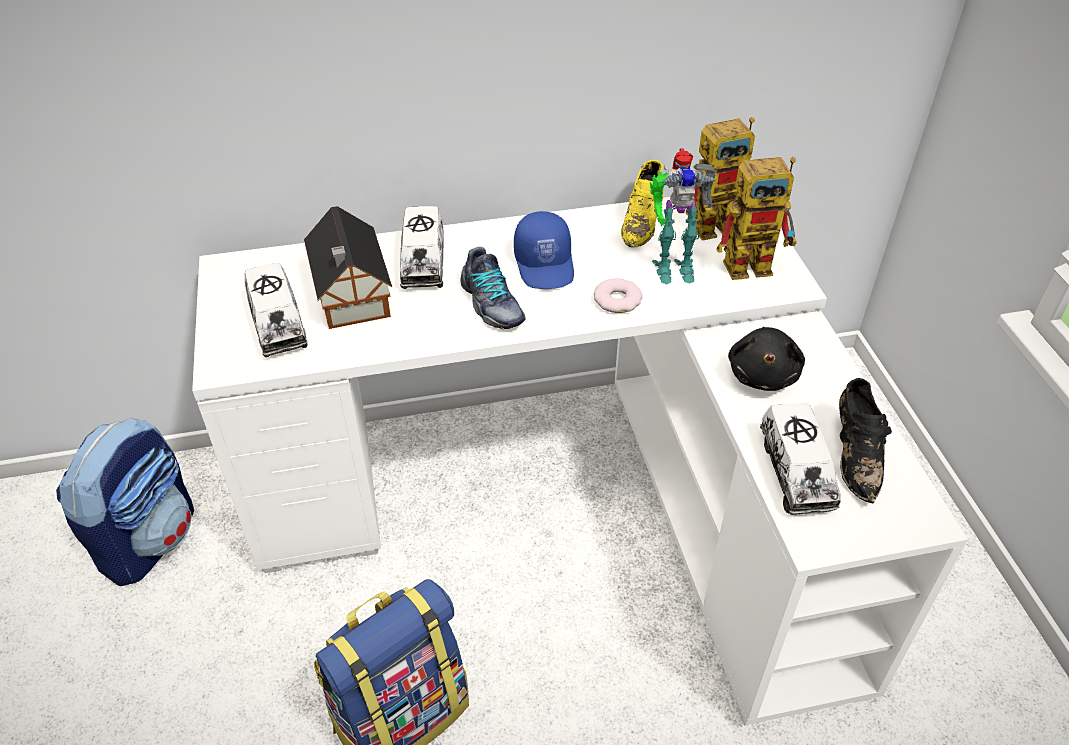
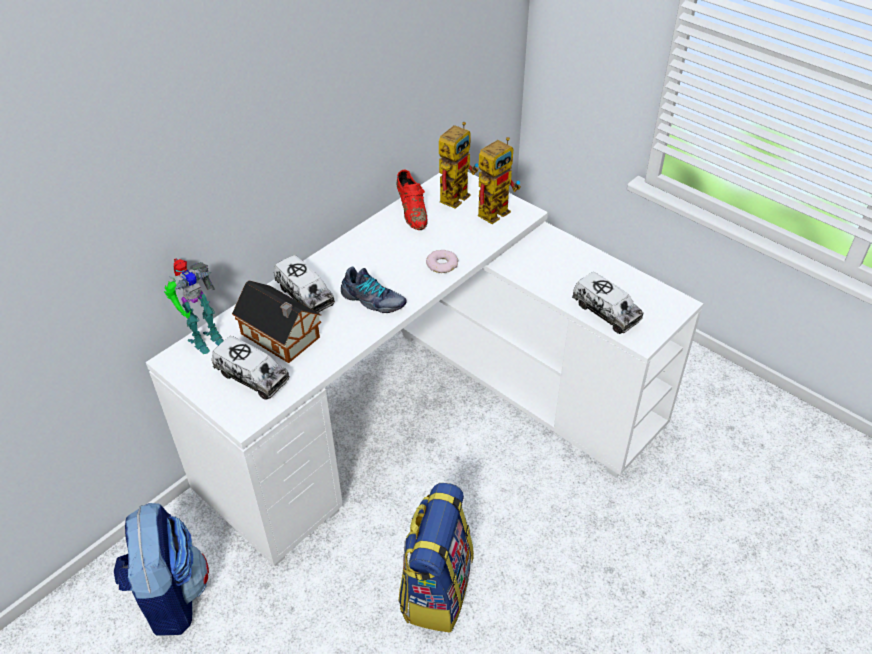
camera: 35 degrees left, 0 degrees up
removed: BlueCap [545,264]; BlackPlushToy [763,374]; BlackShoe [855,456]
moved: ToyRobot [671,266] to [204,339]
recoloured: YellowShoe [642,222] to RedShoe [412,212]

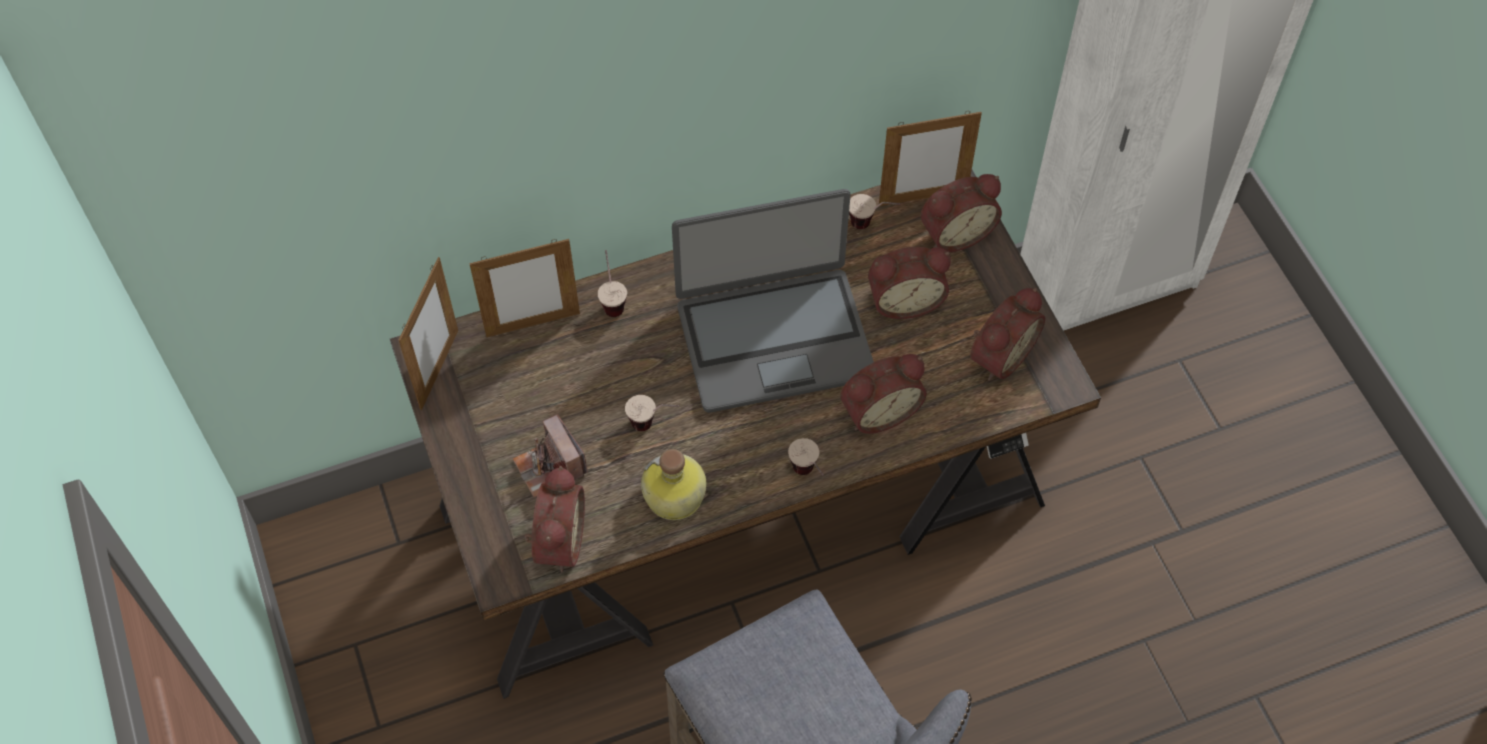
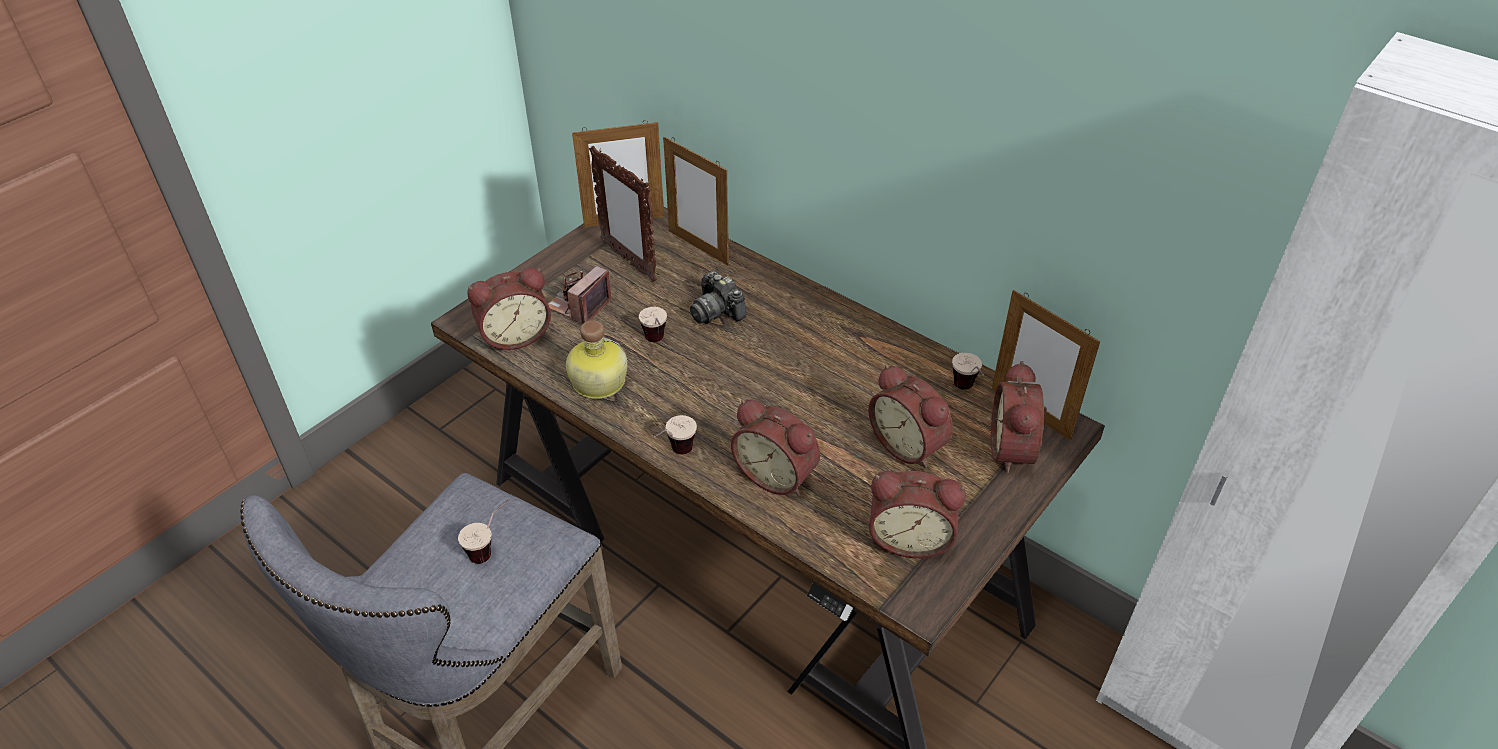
camera: 60 degrees right, 15 degrees down
removed: Laptop [774,338]
added: PictureFrame [628,261]; PhotoCamera [717,311]
moved: Cup [612,299] to [491,548]
turned: AlarmClock [955,232] = [1015,450] 60 degrees clockwise

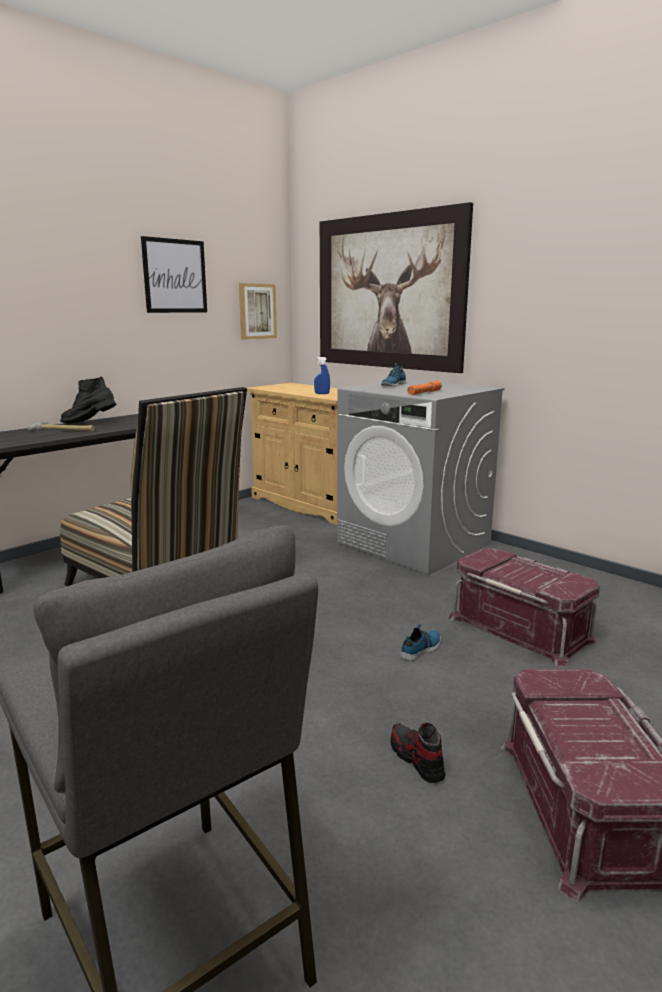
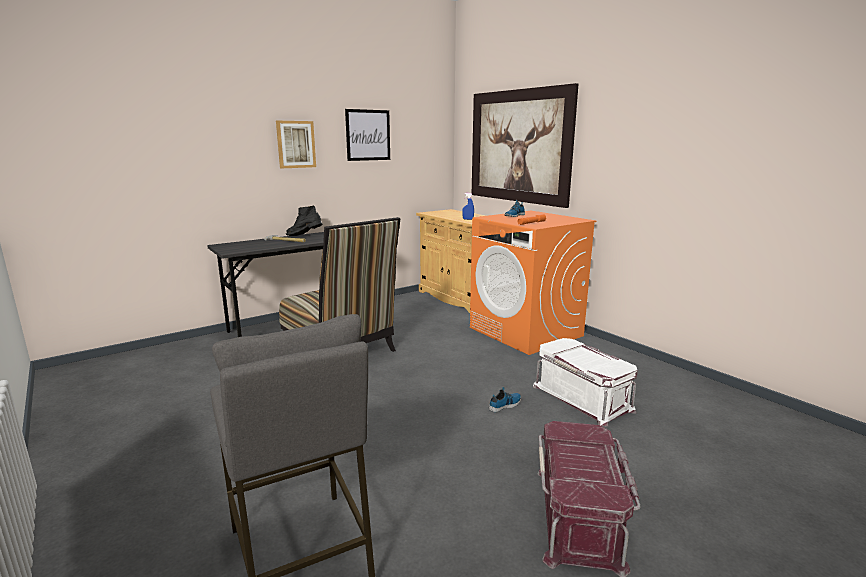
camera: 10 degrees right, 0 degrees up
removed: Shoe [416,759]
moved: Picture [257,311] to [296,144]
recoloured: GreyWashingMachine [414,544] to OrangeWashingMachine [526,332]; RedStorageBox [521,628] to WhiteStorageBox [583,397]

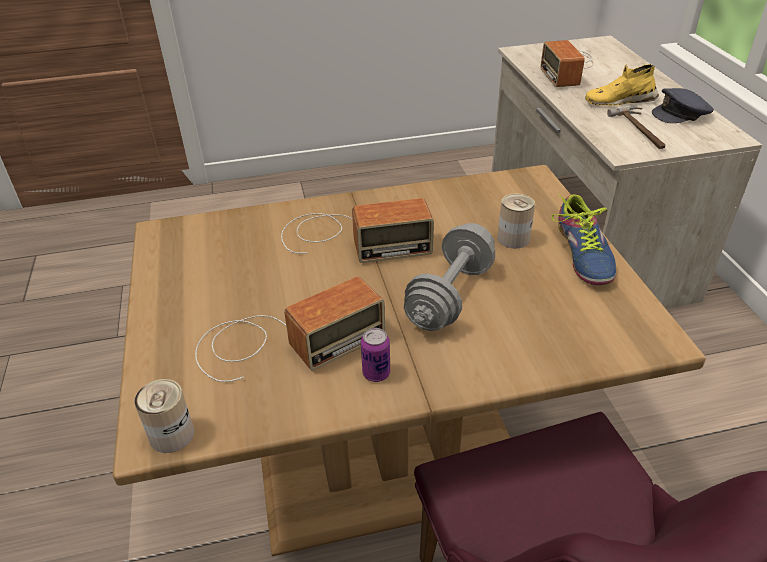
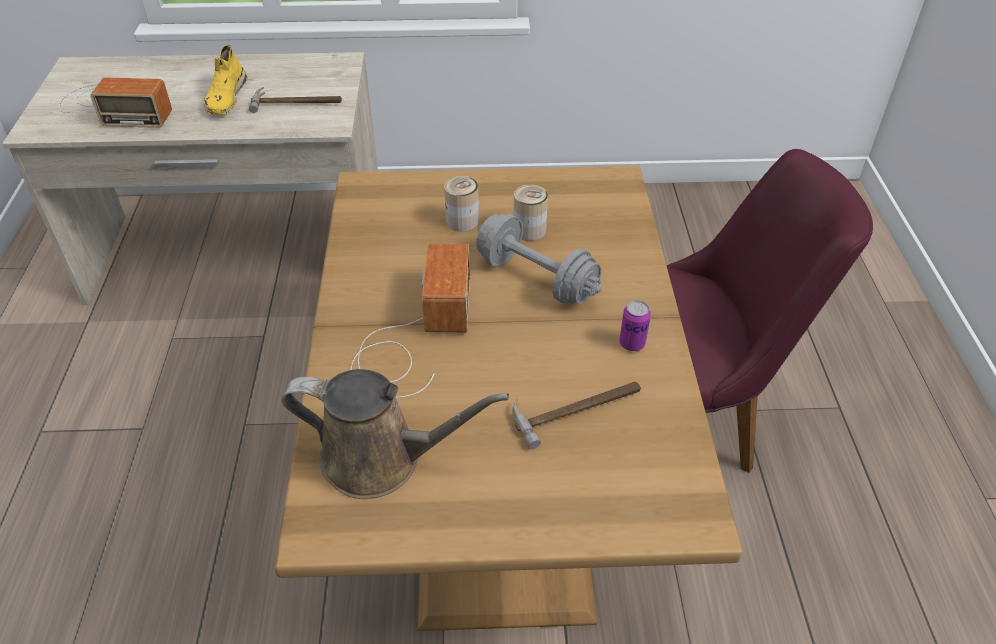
camera: 80 degrees left, 5 degrees up
removed: Shoe [584,253]; GreyCap [681,114]
added: BrownWateringCan [381,459]
moved: Can [171,434] to [529,230]
replaced: Radio [282,342] to Hammer [577,408]

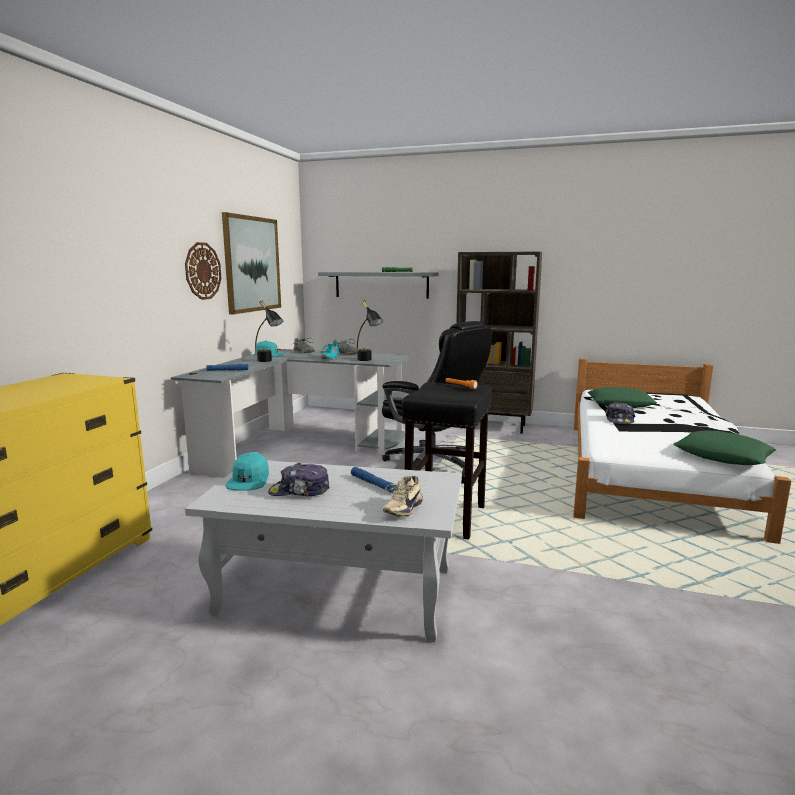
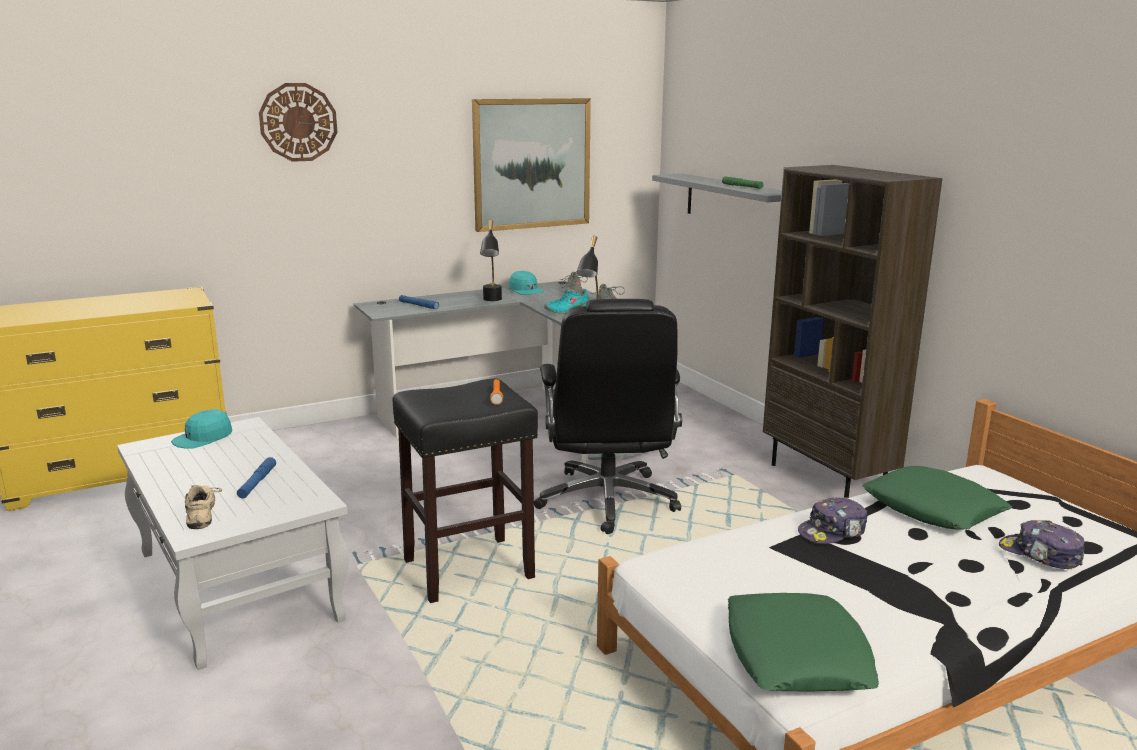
camera: 45 degrees right, 5 degrees up
moved: WallClock [202,271] to [298,122]; Cap [299,491] to [1040,555]
turned: BeigeShoe [401,509] = [204,515] 90 degrees clockwise

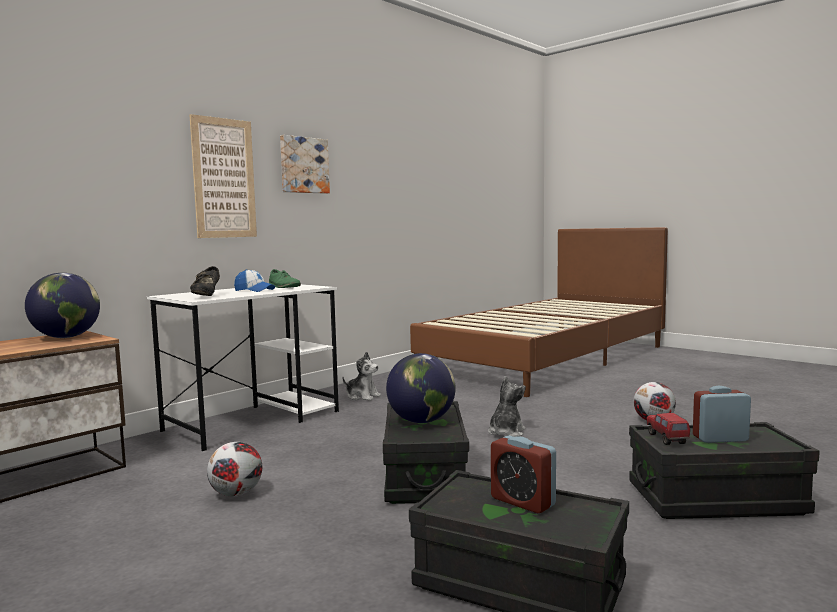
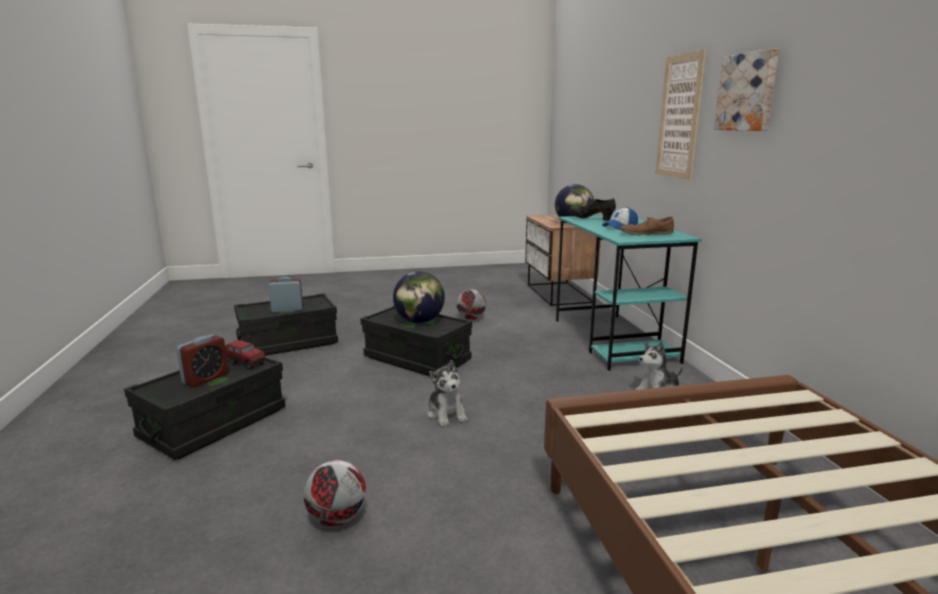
camera: 125 degrees right, 10 degrees up
recoloured: WhiteDesk [254,420] to TurquoiseDesk [614,340]; GreenShoe [284,287] to BrownShoe [646,234]

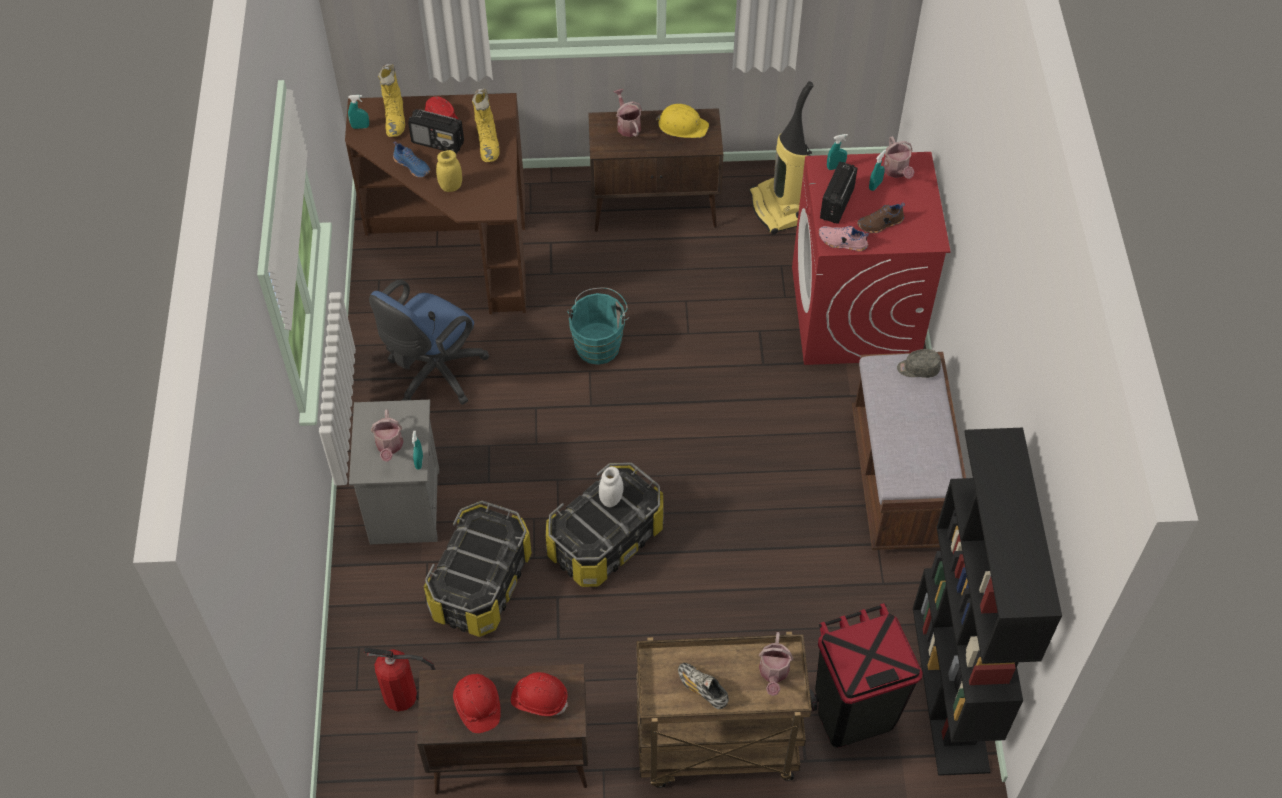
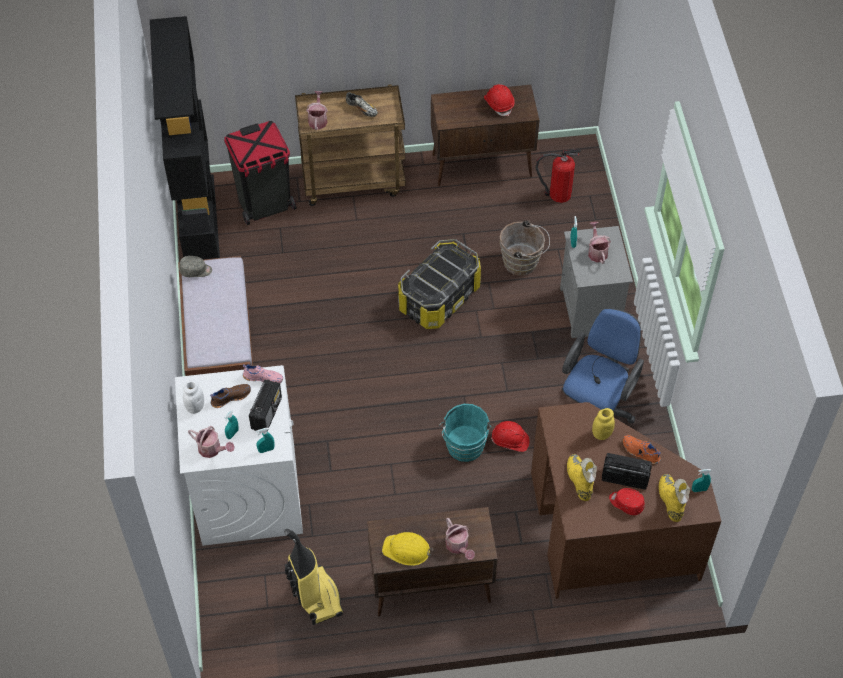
camera: 175 degrees right, 0 degrees up
moved: RedHardHat [539,699] to [510,441]; WhiteJar [611,499] to [195,407]; GreyCap [918,368] to [196,270]
replaced: StorageBox [480,583] to BrownBucket [523,263]
recoloured: BlueShoe [413,166] to OrangeShoe [640,452]; RedWashingMachine [855,314] to WhiteWashingMachine [248,492]
turned: WateringCan [897,171] = [212,449] 135 degrees clockwise

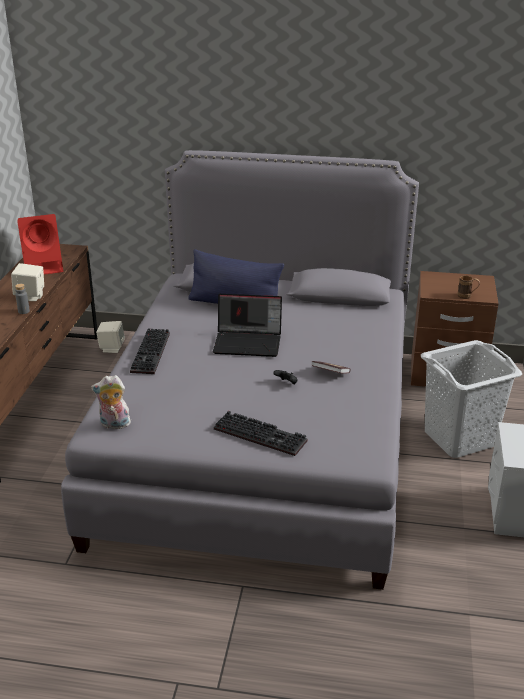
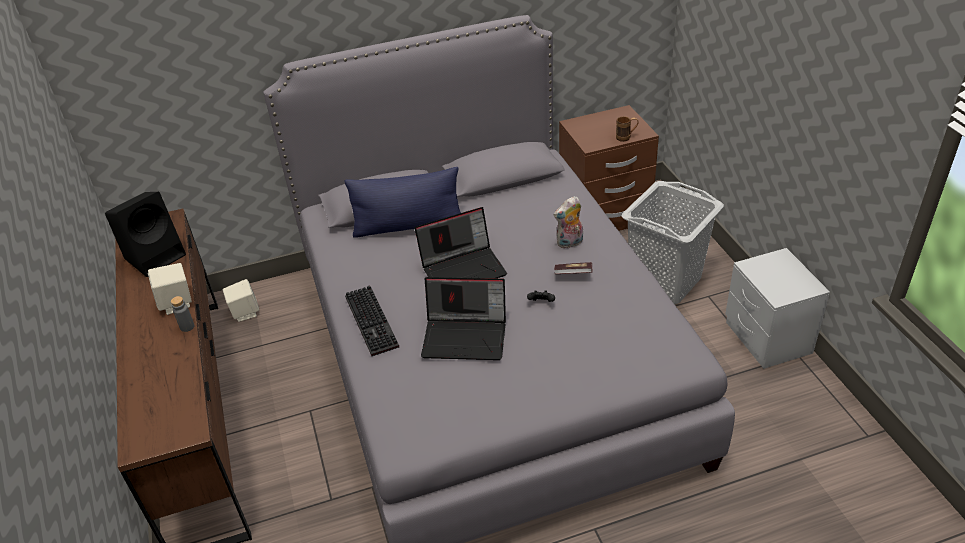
camera: 25 degrees left, 10 degrees up
removed: Keyboard [262,435]
added: Laptop [466,336]
moved: PlushToy [114,425] to [570,243]
recoloured: RedSpeaker [44,267] to BlackSpeaker [156,256]

